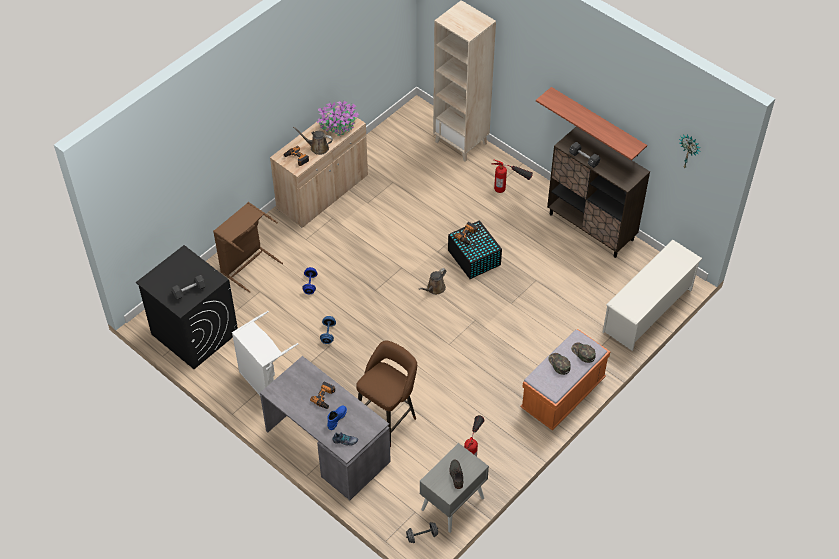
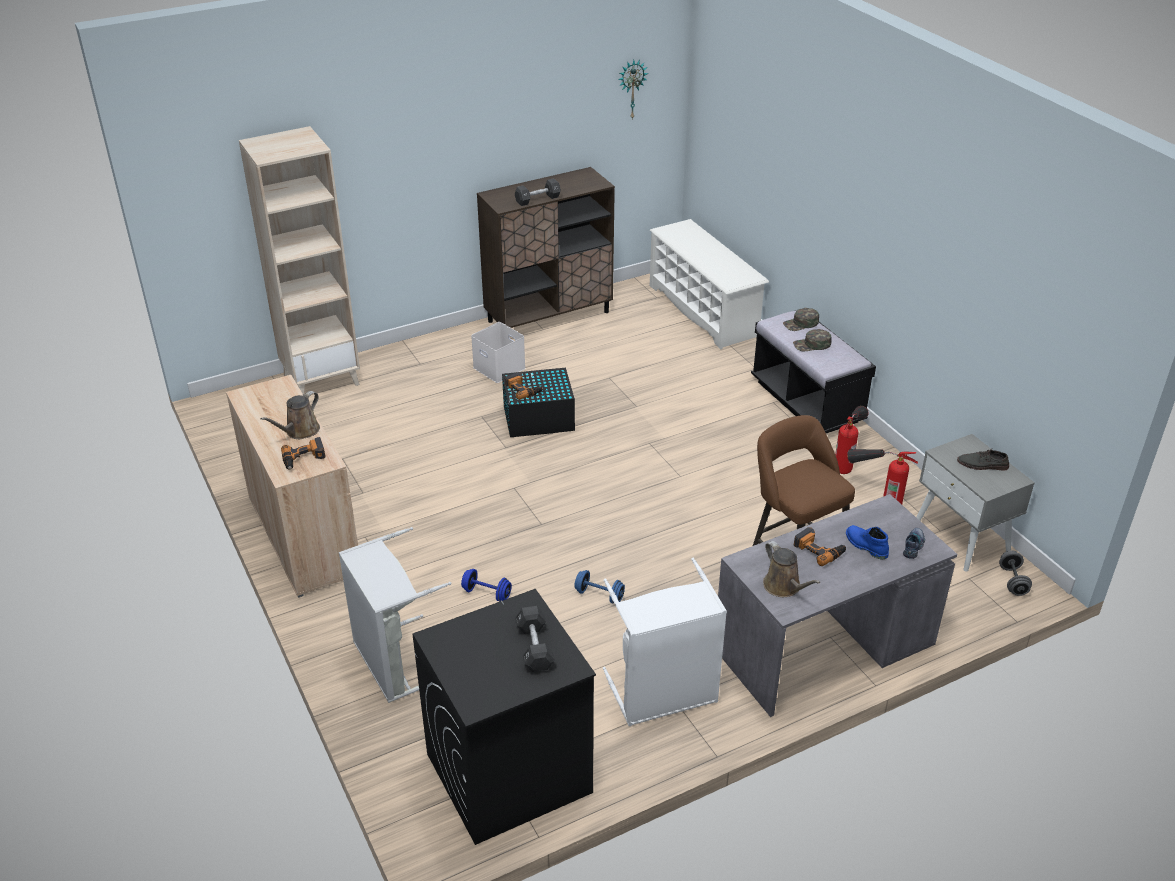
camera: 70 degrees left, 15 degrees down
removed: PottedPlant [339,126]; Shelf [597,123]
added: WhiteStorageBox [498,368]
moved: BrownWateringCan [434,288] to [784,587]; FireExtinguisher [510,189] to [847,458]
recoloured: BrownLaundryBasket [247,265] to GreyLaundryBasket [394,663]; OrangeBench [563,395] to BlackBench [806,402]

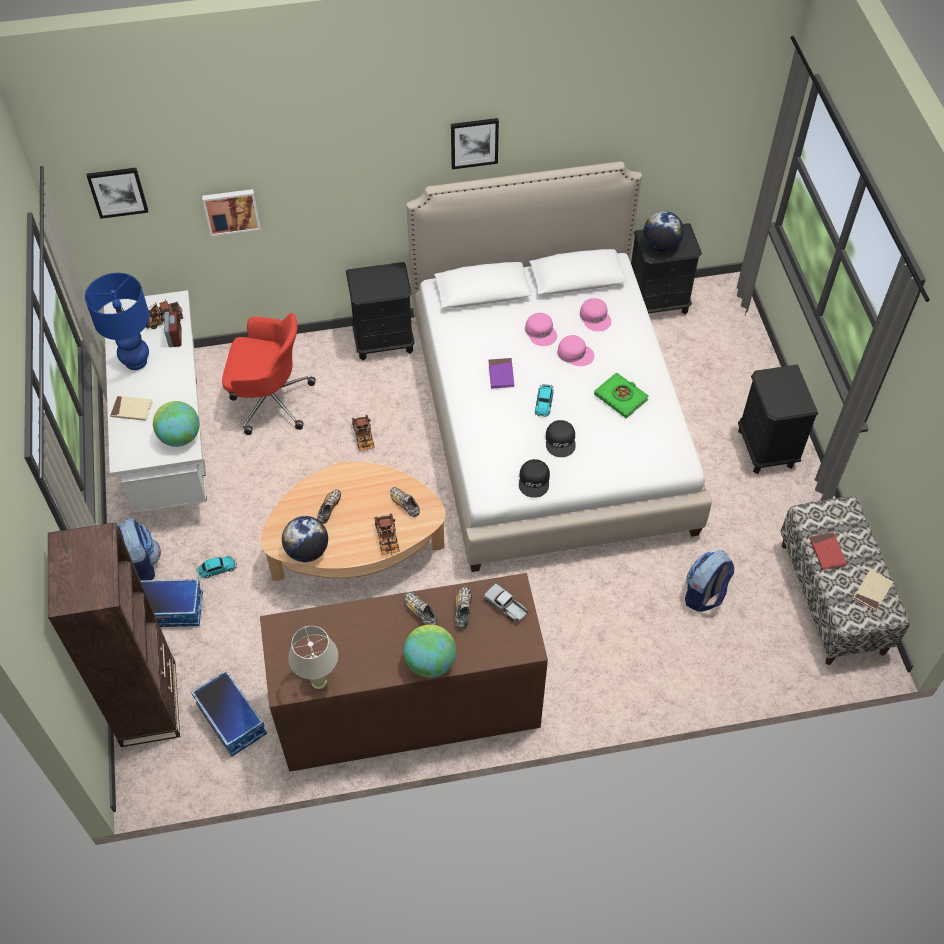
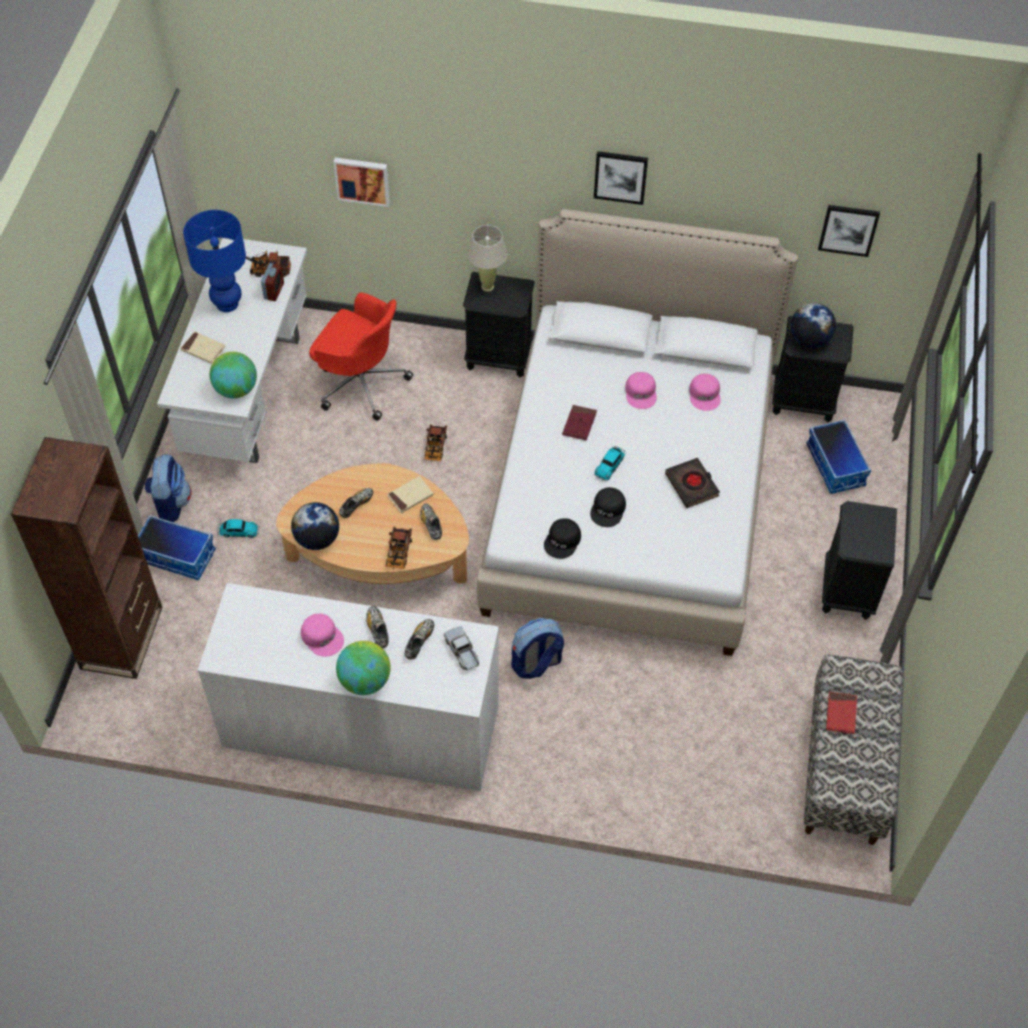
camera: 20 degrees right, 0 degrees up
moved: Picture [118,192] to [848,229]; StorageBox [232,719] to [836,465]; BeigeTableLamp [319,682] to [487,287]; PinkCap [575,353] to [322,636]; Backpack [704,595] to [536,663]; BeigeBook [872,591] to [410,496]
recoloured: BrownDresser [408,706] to WhiteDresser [361,725]; PurpleBook [501,374] to RedBook [579,424]; GreenBook [621,397] to BlackBook [692,485]

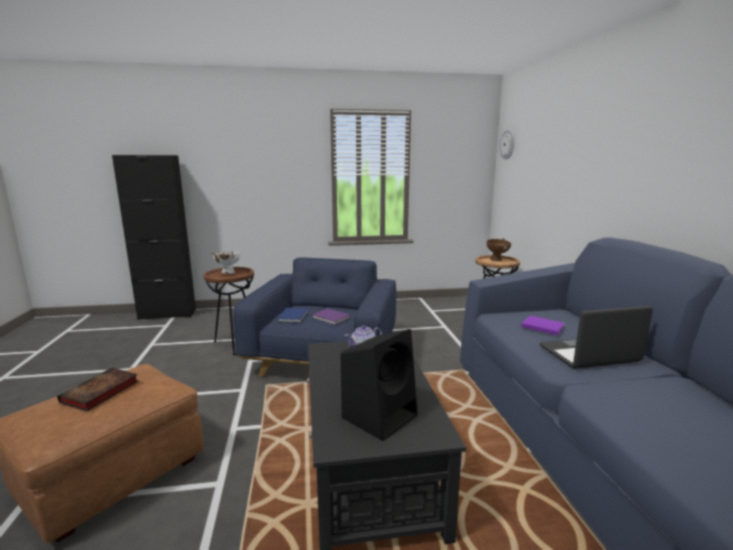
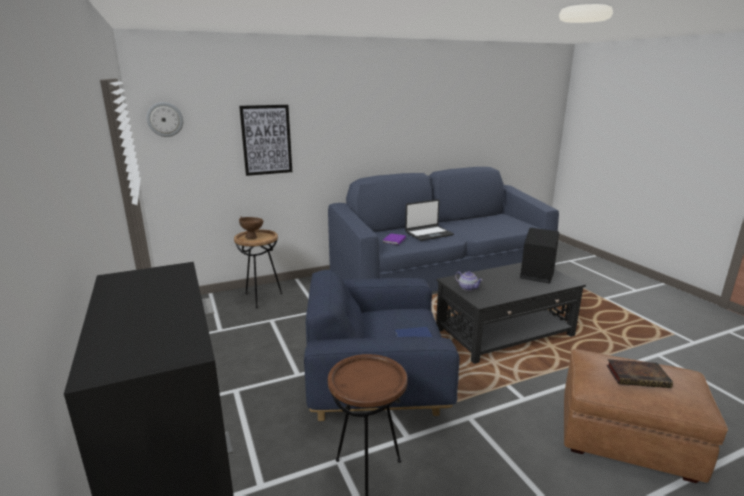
camera: 105 degrees left, 5 degrees up
removed: WhiteBowl [228,273]; PurpleBook [331,318]
added: Picture [266,140]
turned: Laptop [589,355] = [428,234] 90 degrees counterclockwise

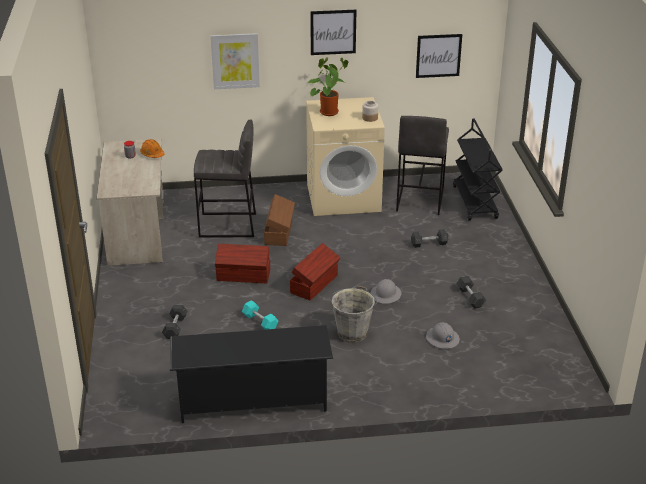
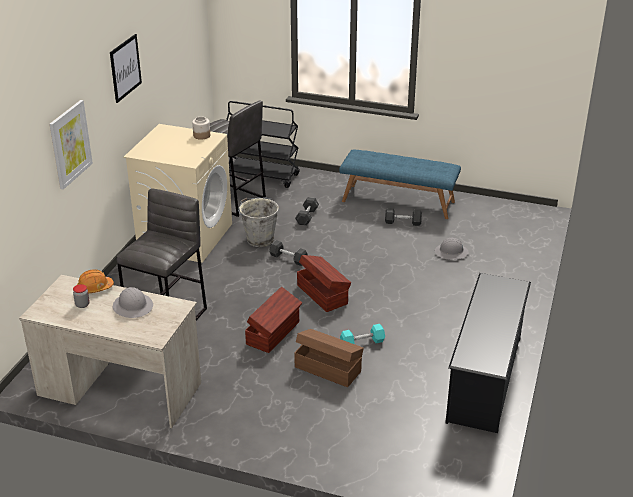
camera: 65 degrees left, 0 degrees up
removed: PottedPlant [328,111]; Picture [438,55]
added: BlueBench [398,201]
moved: GreyDumbbell [175,327] to [288,258]; BrownStorageBox [279,232] to [327,368]; GreyBucket [353,332] to [259,239]; GreyHardHat [386,294] to [133,306]

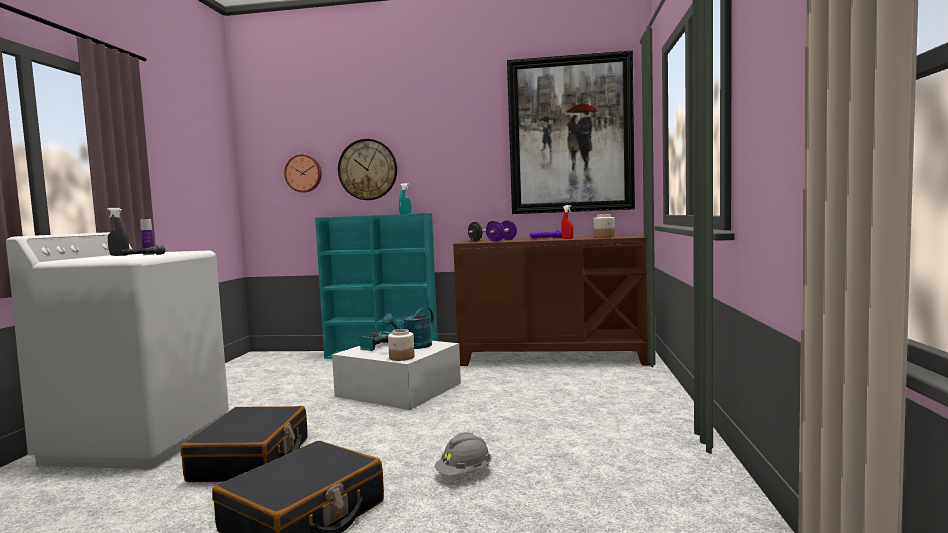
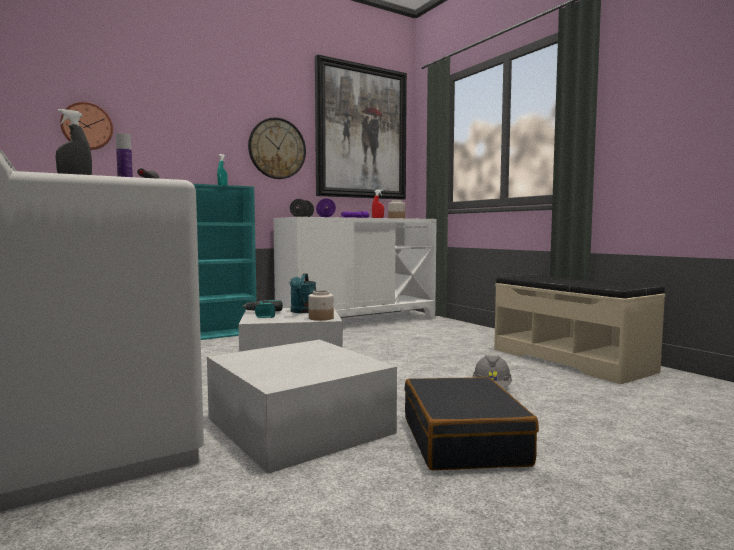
camera: 40 degrees left, 0 degrees up
added: BeigeBench [570,360]
moved: WallClock [367,169] to [277,148]
replaced: BlackSuitcase [252,459] to WhiteStorageBox [298,425]
recoloured: BrownCabinet [553,357] to WhiteCabinet [359,321]

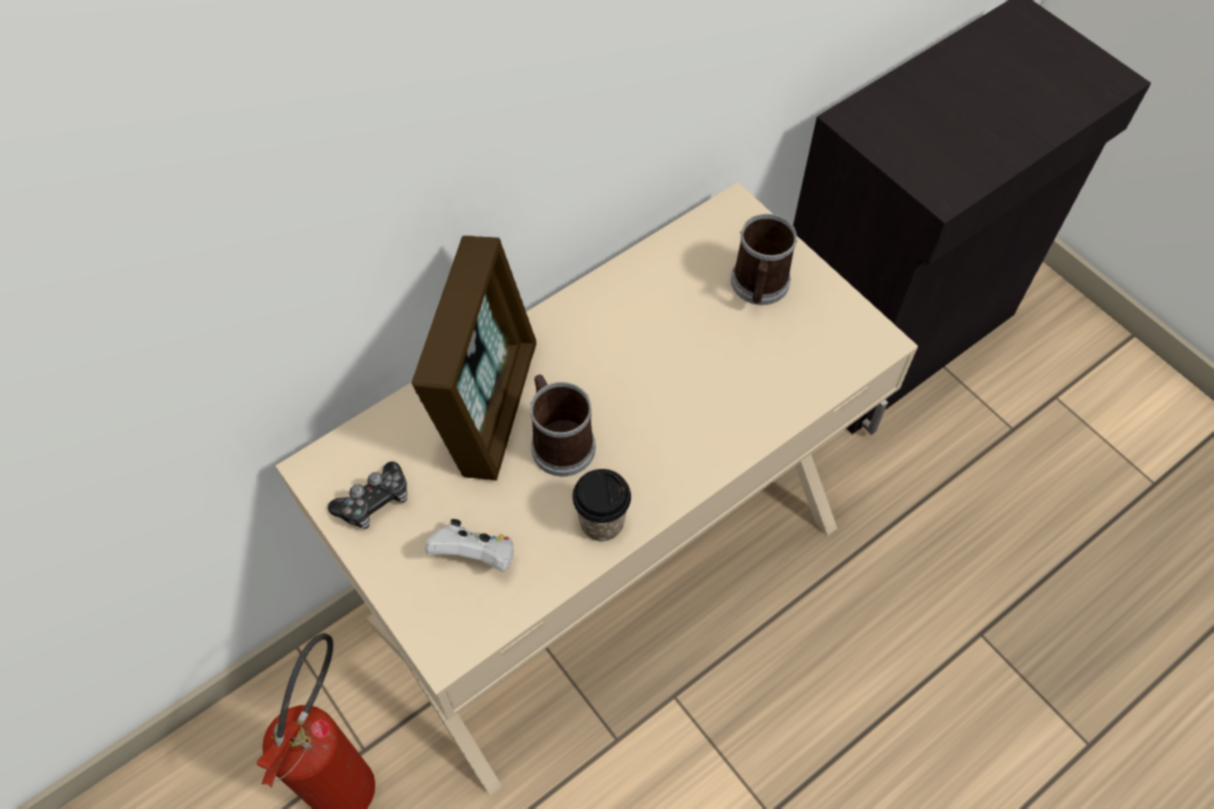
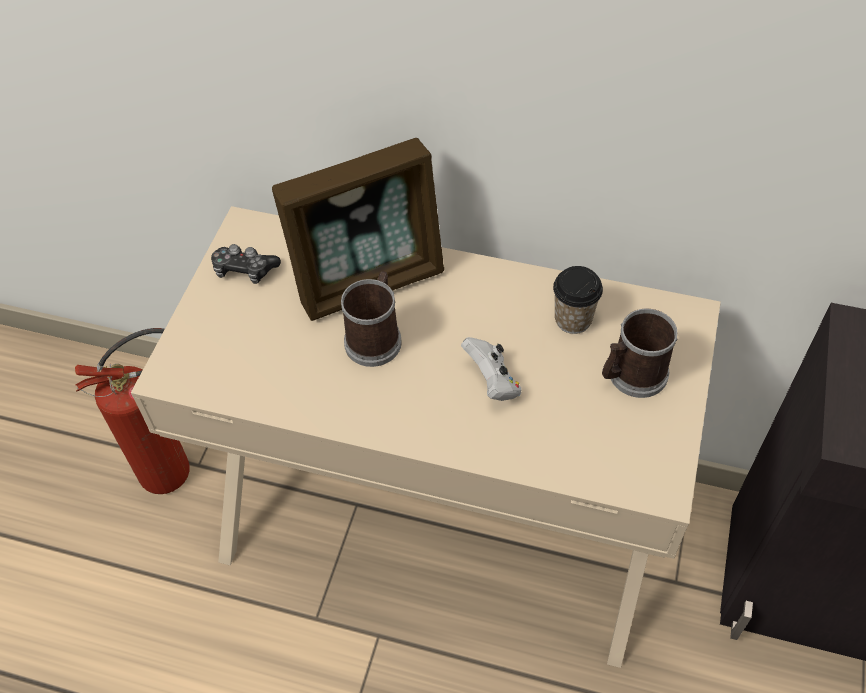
camera: 55 degrees right, 5 degrees down
moved: WhiteGameController [476,555] to [492,382]; Cup [602,522] to [573,319]

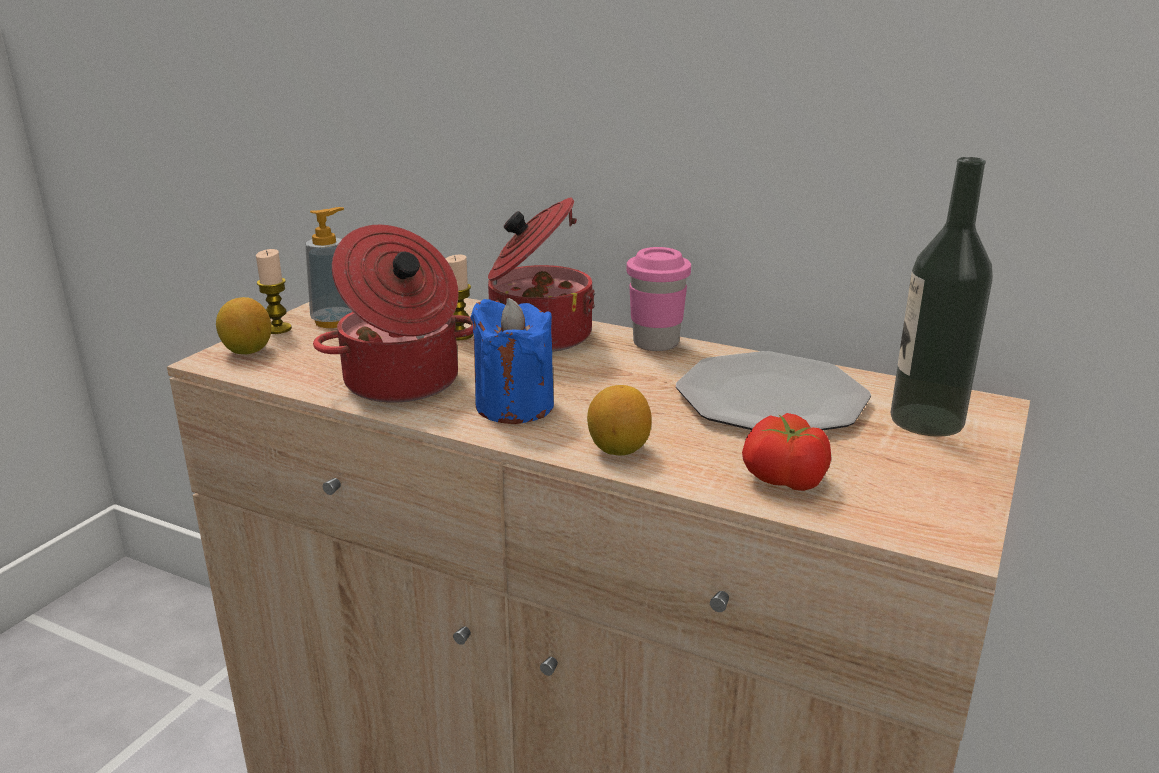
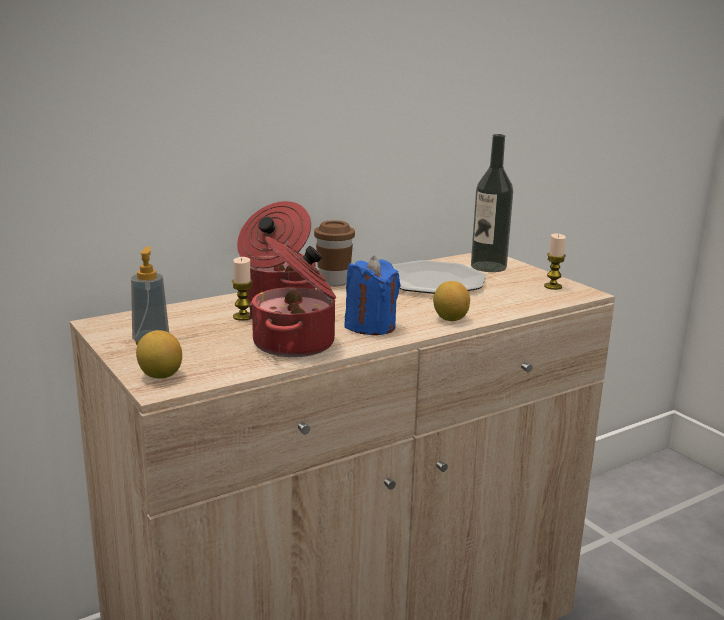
camera: 60 degrees left, 5 degrees down
removed: Tomato [784,479]
moved: Candle [278,329] to [553,286]
recoloured: PinkCup [656,343] to BrownCup [334,282]

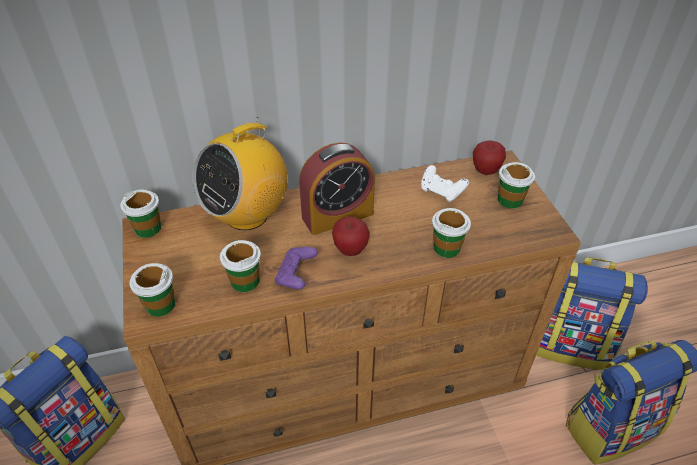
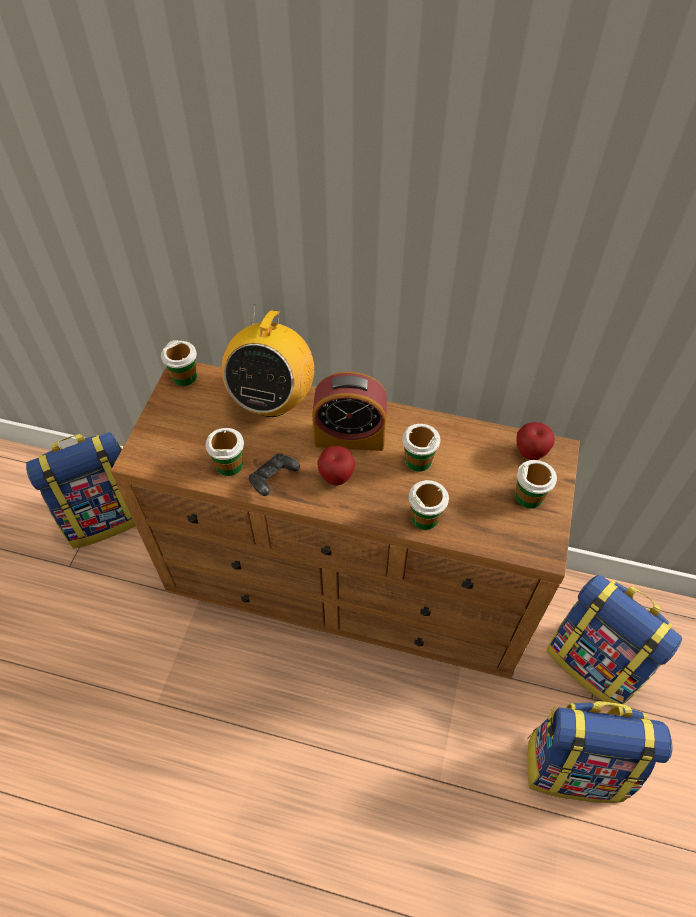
camera: 30 degrees right, 10 degrees up
removed: WhiteGameController [441,191]
moved: Cup [160,305] to [418,460]
recoloured: PurpleGameController [296,276] to BlackGameController [273,480]
turned: Radio [247,215] = [272,400] 60 degrees counterclockwise

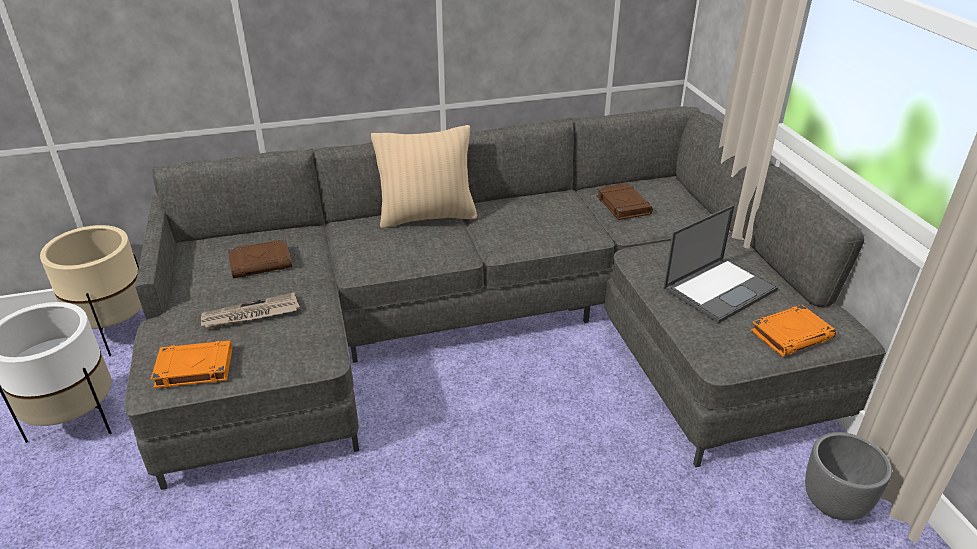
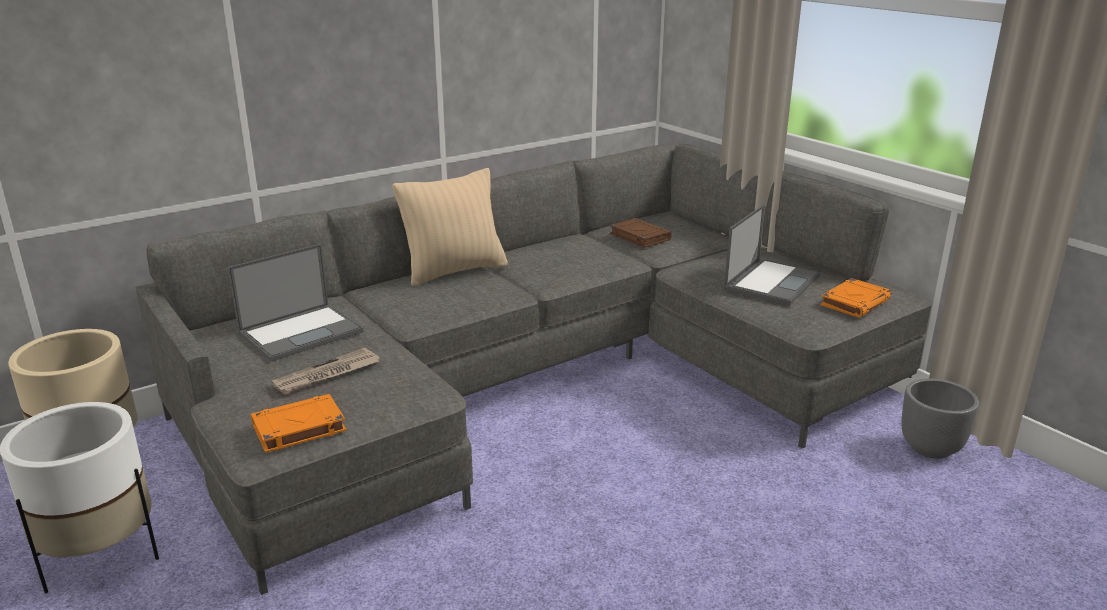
camera: 20 degrees left, 10 degrees down
replaced: BrownBook [261,262] to Laptop [302,332]

